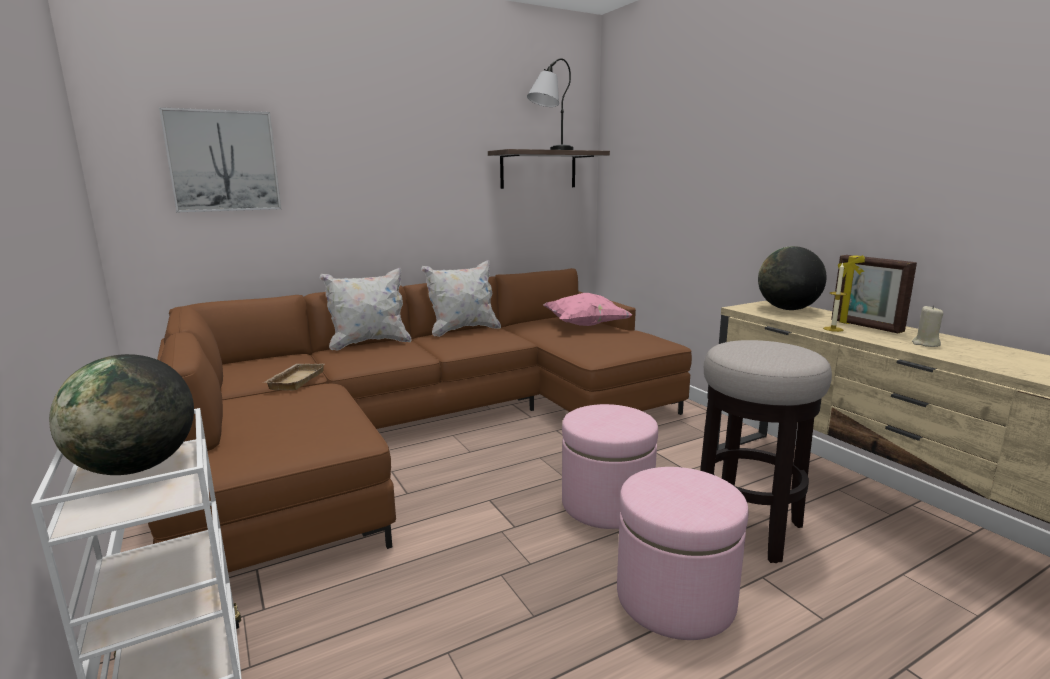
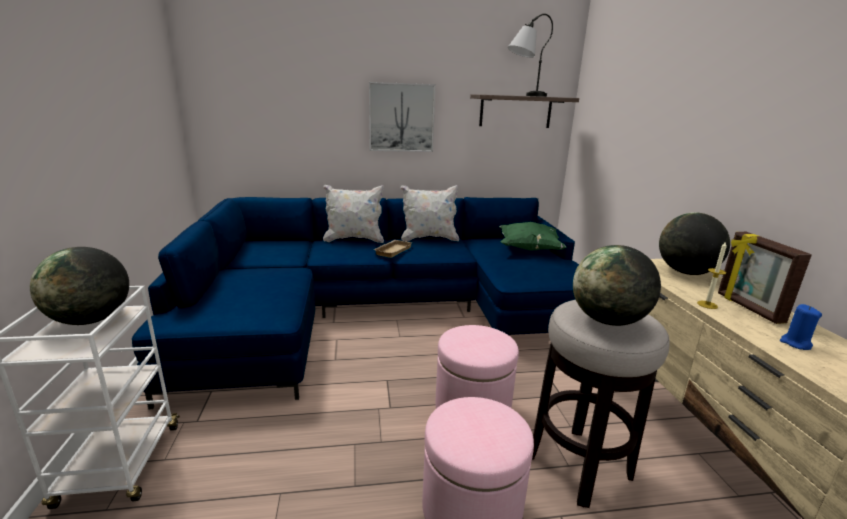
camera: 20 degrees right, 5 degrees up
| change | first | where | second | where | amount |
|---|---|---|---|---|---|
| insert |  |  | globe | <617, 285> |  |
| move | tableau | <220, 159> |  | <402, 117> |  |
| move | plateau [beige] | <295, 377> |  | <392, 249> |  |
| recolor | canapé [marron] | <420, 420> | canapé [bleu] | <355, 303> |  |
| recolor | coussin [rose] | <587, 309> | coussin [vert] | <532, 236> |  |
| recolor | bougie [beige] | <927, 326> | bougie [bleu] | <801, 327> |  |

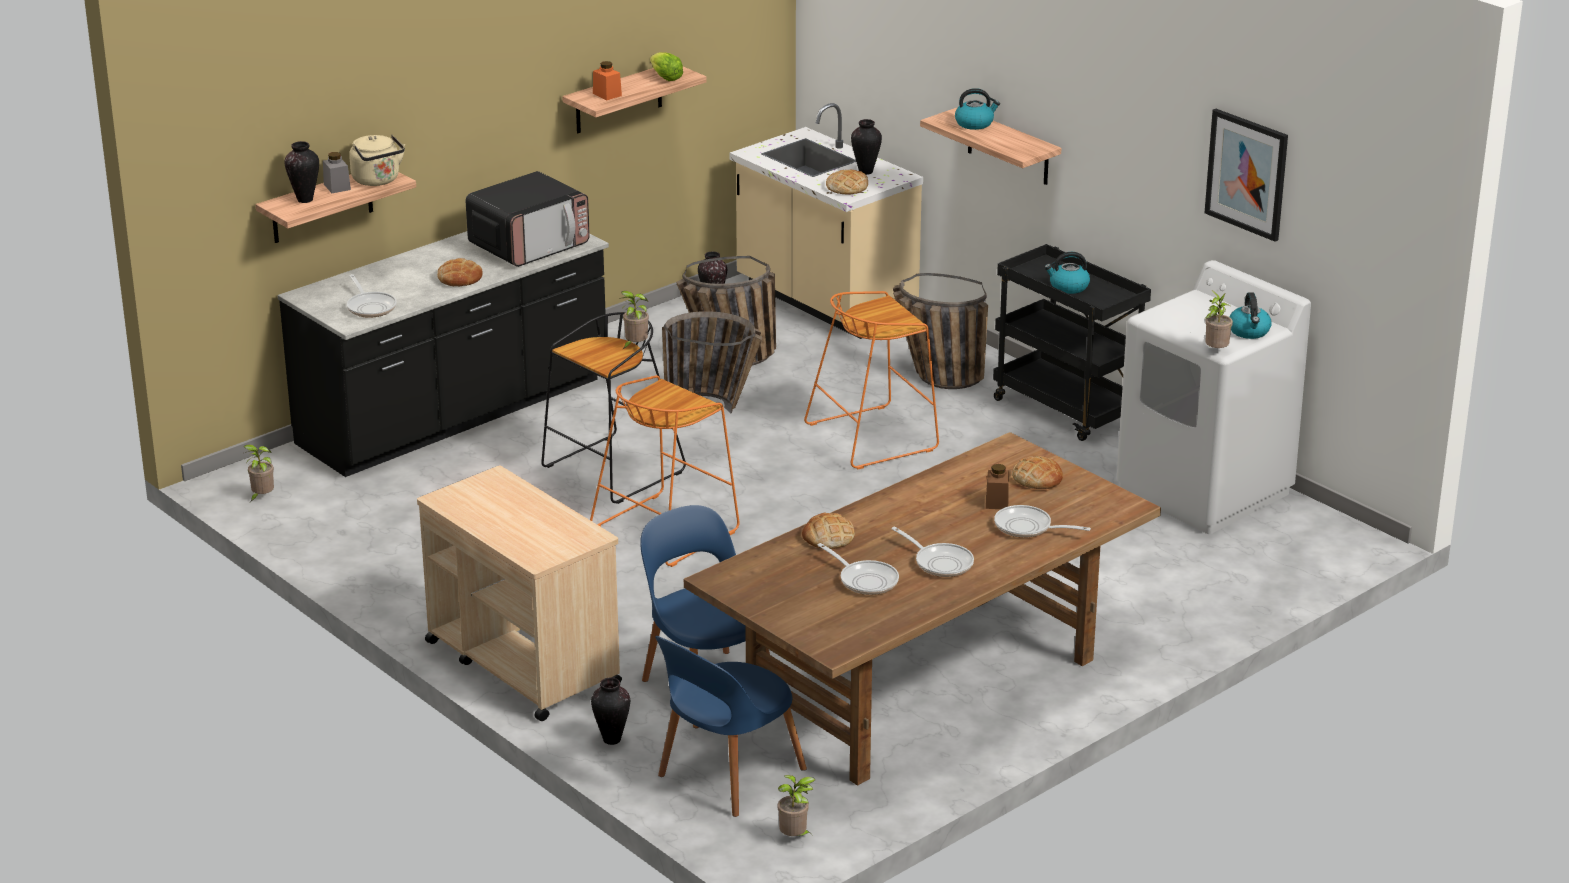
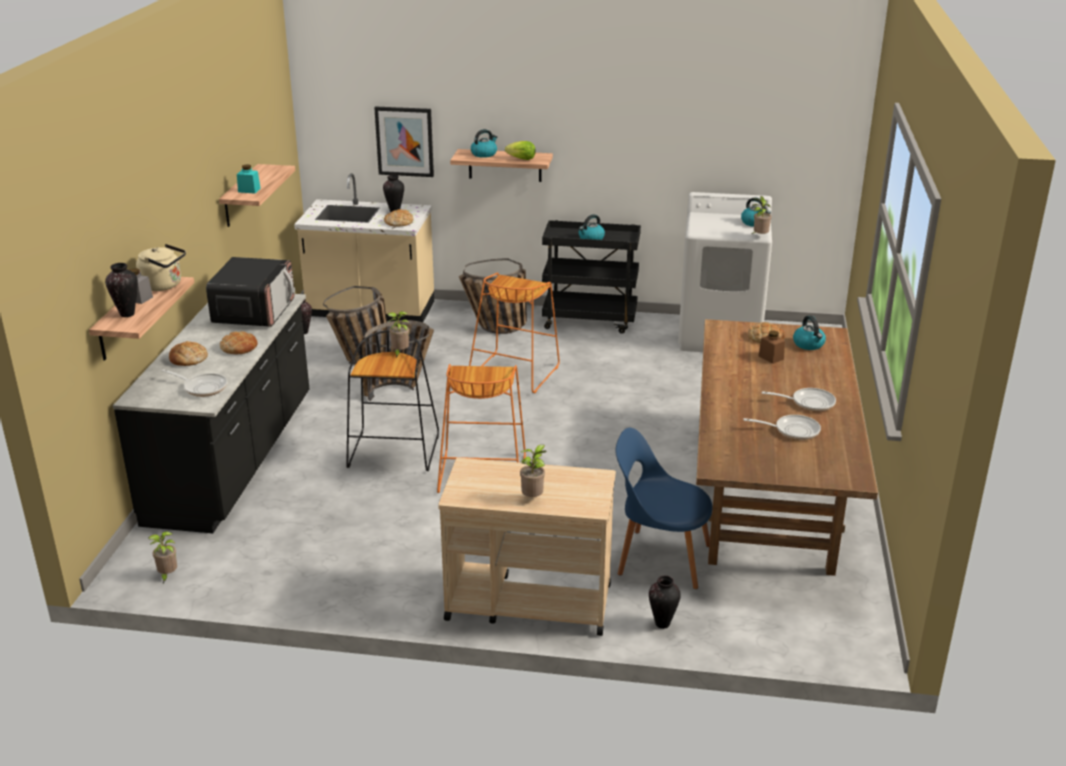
camera: 40 degrees left, 0 degrees up
| change | first | where | second | where | amount |
|---|---|---|---|---|---|
| delete | chaise [bleu] | <731, 726> |  |  |  |
| delete | poêle | <1042, 521> |  |  |  |
| insert |  |  | bouilloire | <809, 332> |  |
| move | laitue | <666, 66> |  | <520, 150> |  |
| move | plante en pot | <796, 805> |  | <533, 470> |  |
| move | pain | <828, 531> |  | <188, 353> |  |
| move | tableau | <1246, 175> |  | <404, 141> |  |
| recolor | bocal [orange] | <607, 80> | bocal [turquoise] | <249, 179> |  |

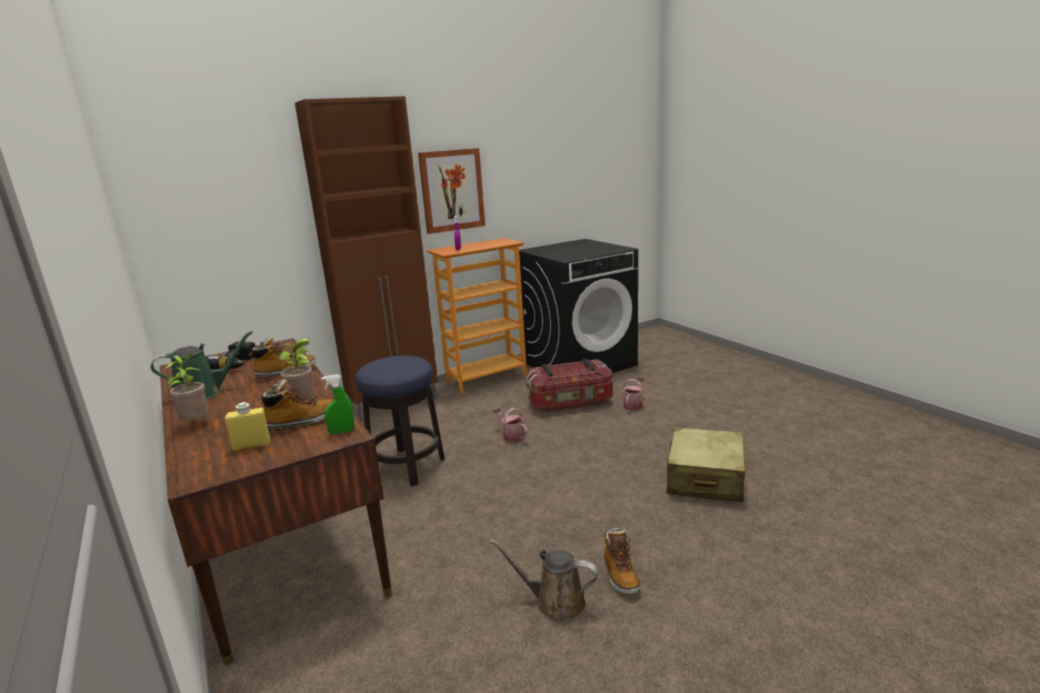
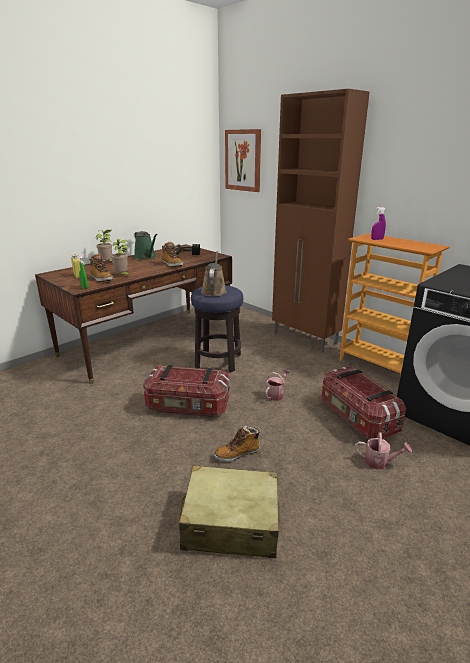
camera: 75 degrees right, 5 degrees up
| change | first | where | second | where | amount |
|---|---|---|---|---|---|
| insert |  |  | boîte de rangement | <186, 391> |  |
| move | tableau | <451, 191> |  | <243, 160> |  |
| move | arrosoir [marron] | <544, 580> |  | <214, 274> |  |
| move | botte | <622, 561> |  | <237, 444> |  |

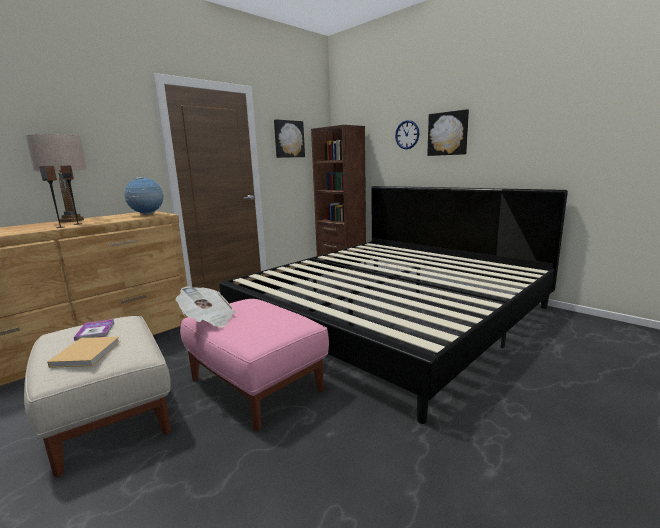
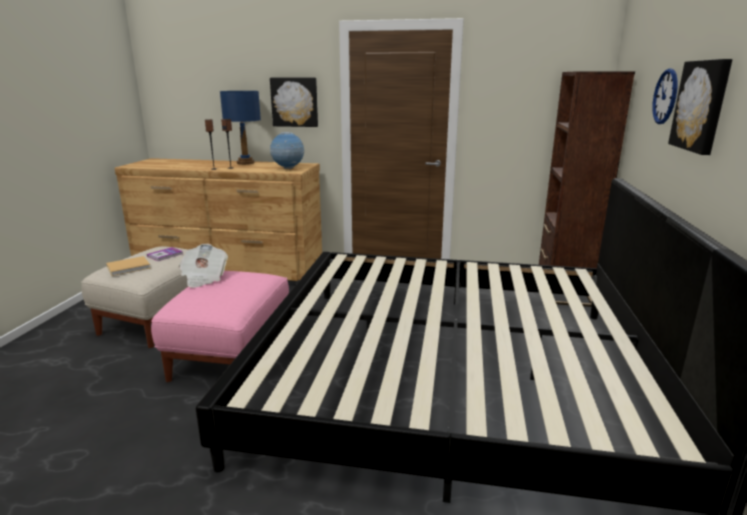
camera: 55 degrees right, 5 degrees up
| change | first | where | second | where | amount |
|---|---|---|---|---|---|
| move | tableau | <289, 138> |  | <294, 102> |  |
| recolor | lampe de table [beige] | <56, 178> | lampe de table [bleu] | <240, 128> |  |

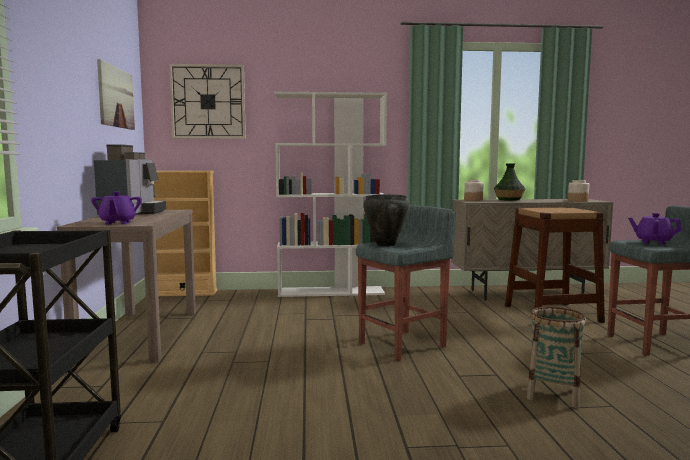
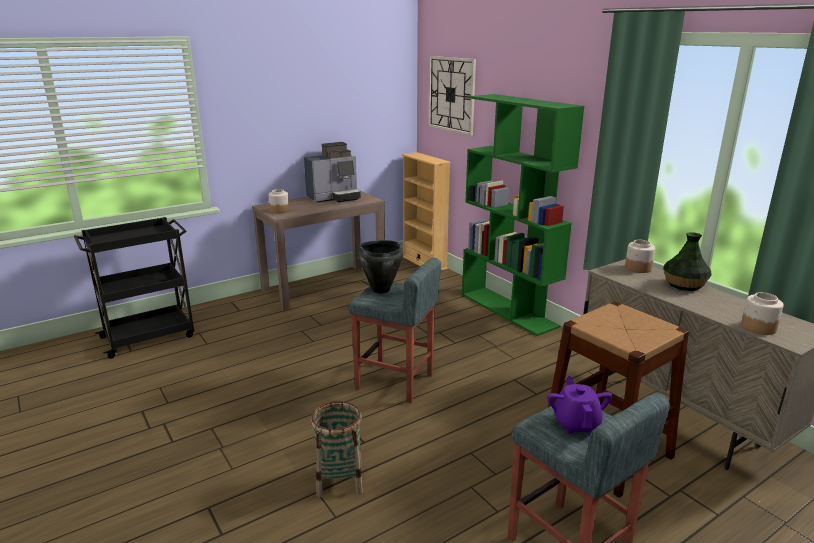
camera: 60 degrees right, 15 degrees up
| change | first | where | second | where | amount |
|---|---|---|---|---|---|
| delete | tableau | <116, 94> |  |  |  |
| replace | théière [violet] | <116, 208> | bocal | <279, 201> |  |
| recolor | bibliothèque [blanc] | <330, 194> | bibliothèque [vert] | <523, 215> |  |

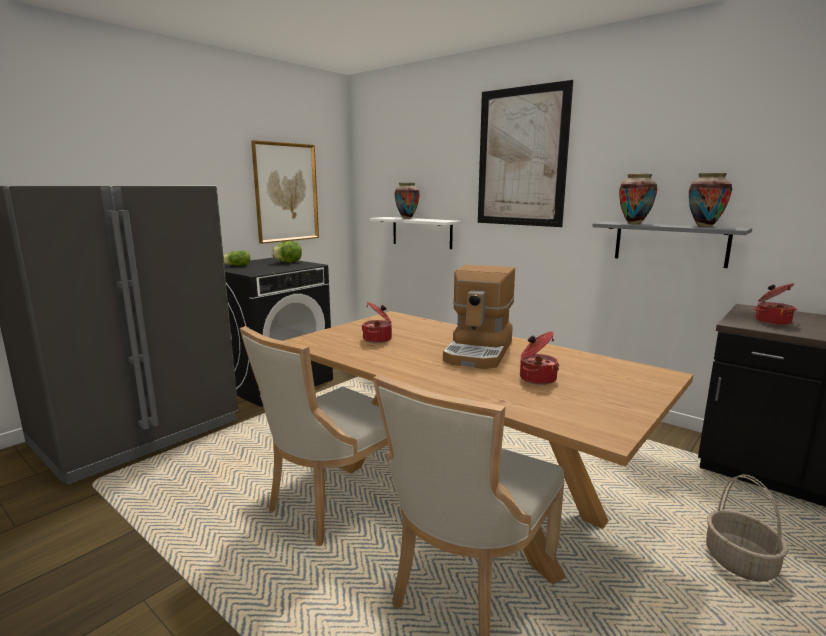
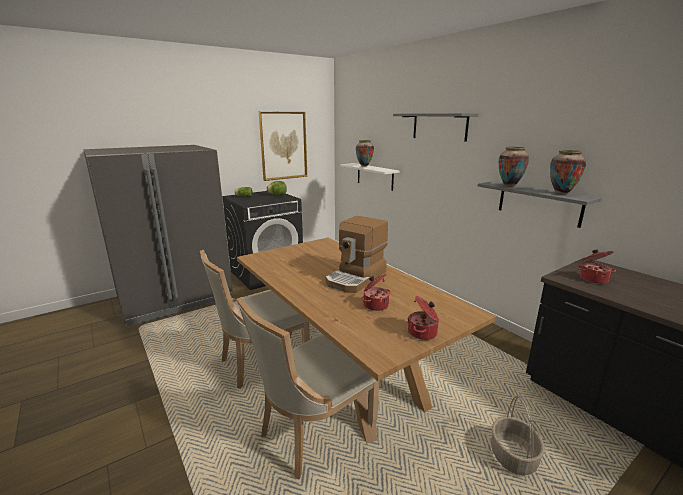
camera: 15 degrees right, 5 degrees up
| change | first | where | second | where | amount |
|---|---|---|---|---|---|
| move | marmite | <377, 322> |  | <423, 318> |  |
| replace | tableau | <525, 153> | étagère [gris] | <435, 127> |  |

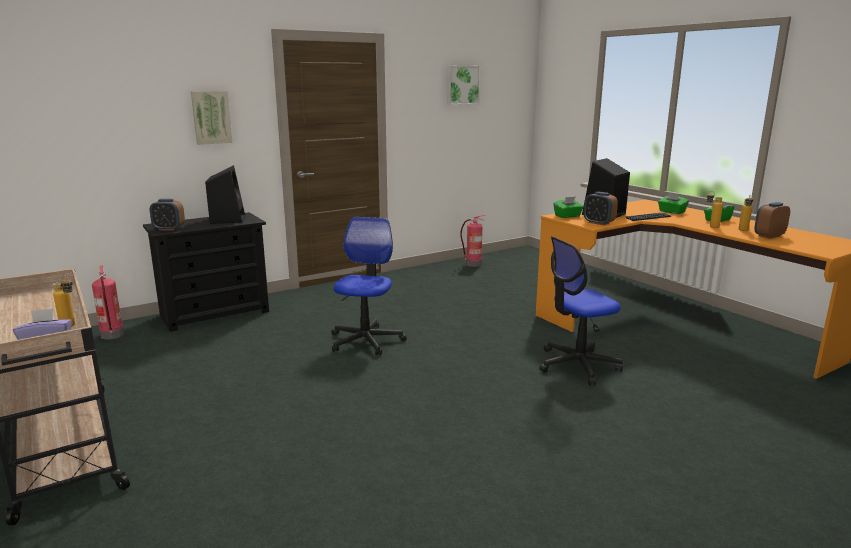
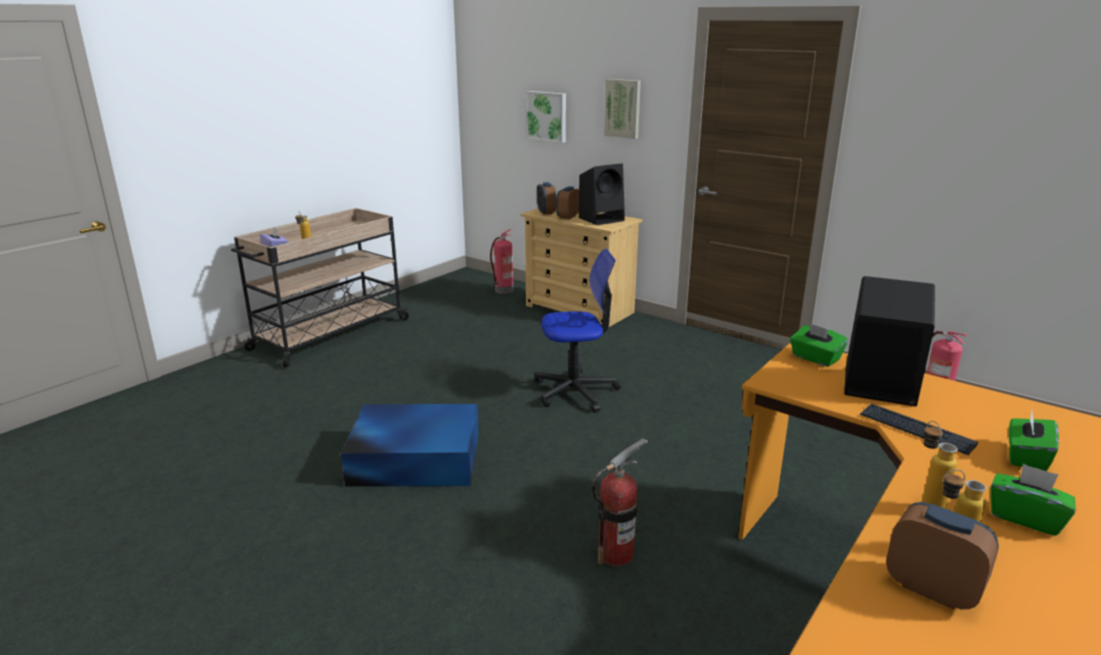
camera: 70 degrees right, 5 degrees up
| change | first | where | second | where | amount |
|---|---|---|---|---|---|
| insert |  |  | boîte de rangement [bleu] | <410, 445> |  |
| move | tableau | <464, 85> |  | <545, 117> |  |
| move | réveil | <601, 208> |  | <567, 203> |  |
| replace | chaise de bureau | <581, 310> | extincteur | <619, 502> |  |
| recolor | commode [noir] | <206, 272> | commode [beige] | <581, 268> |  |

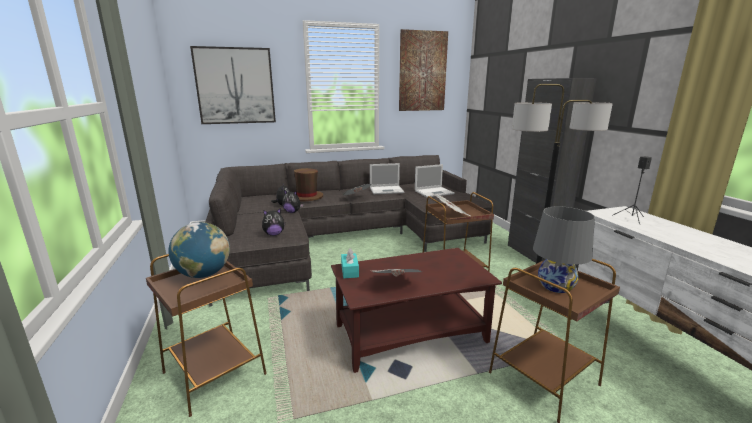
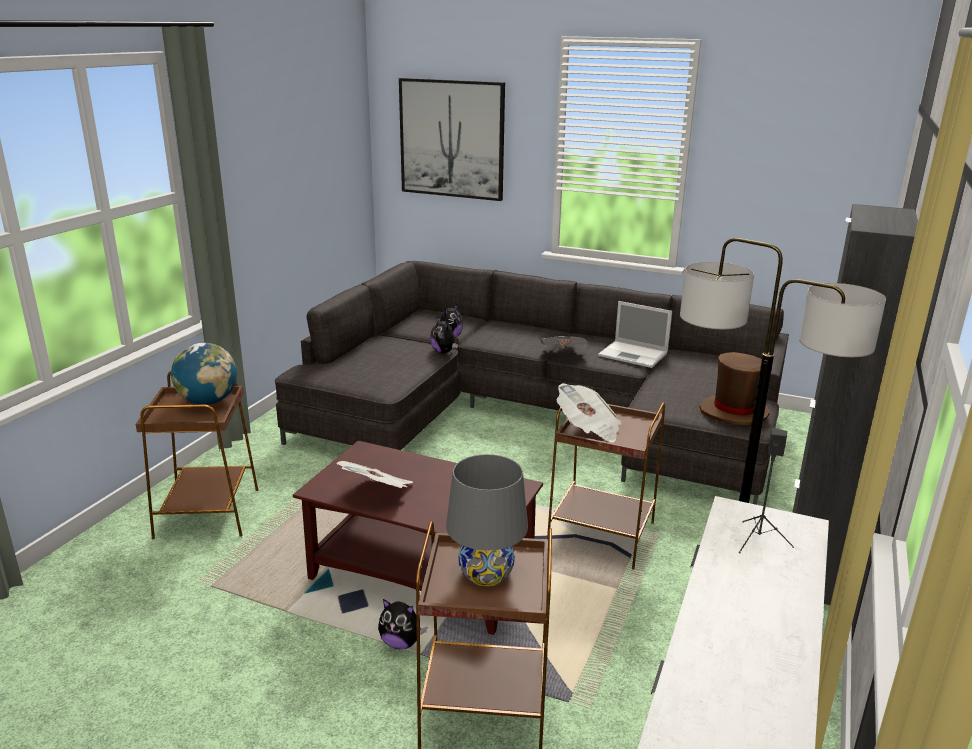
camera: 40 degrees right, 5 degrees up
| change | first | where | second | where | amount |
|---|---|---|---|---|---|
| delete | boîte à mouchoirs [turquoise] | <350, 263> |  |  |  |
| delete | tableau | <423, 70> |  |  |  |
| delete | ordinateur portable | <435, 180> |  |  |  |
| move | peluche | <273, 222> |  | <402, 624> |  |
| move | chapeau [marron] | <308, 185> |  | <734, 388> |  |

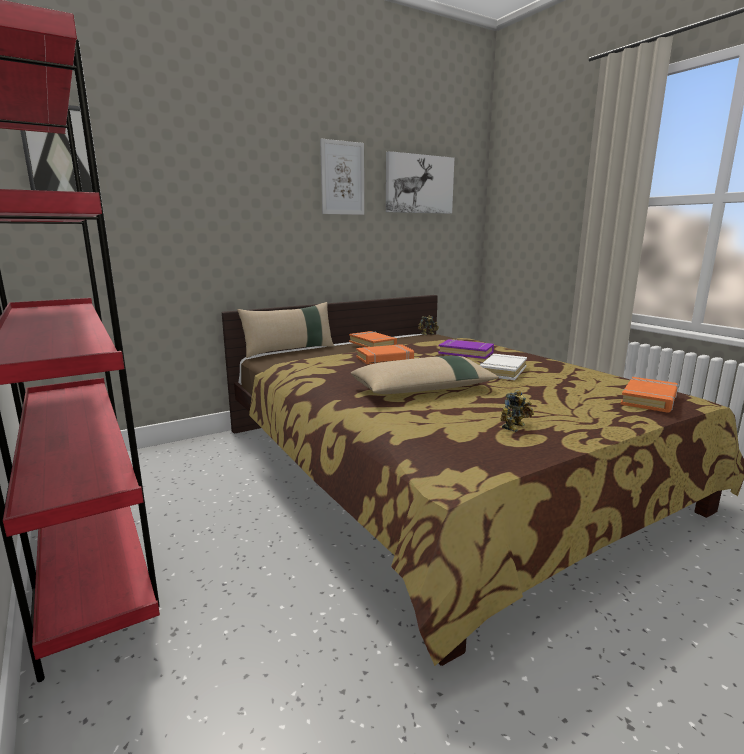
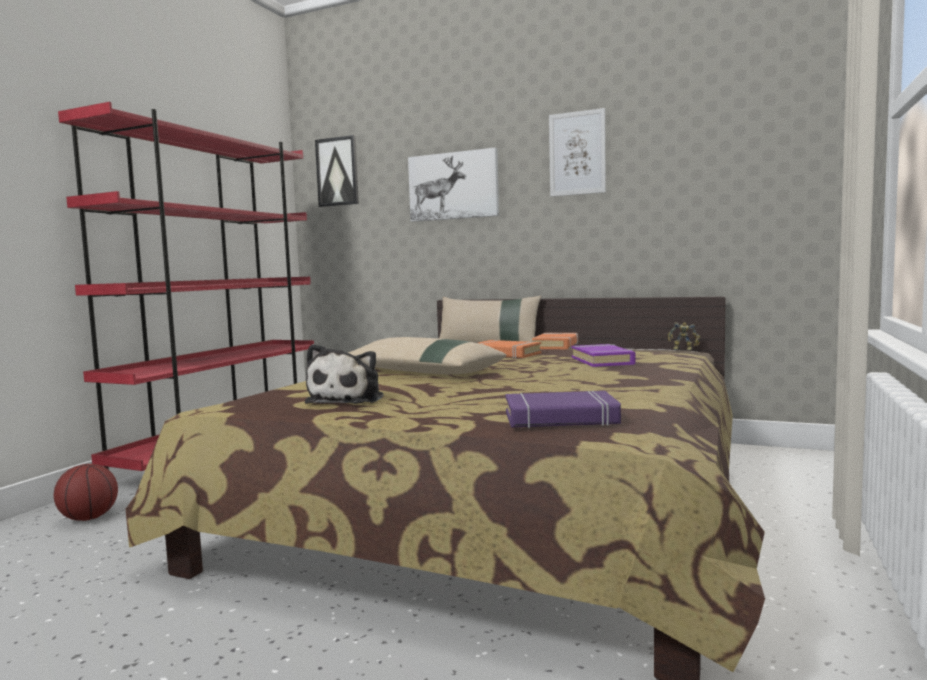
camera: 55 degrees right, 10 degrees down
| change | first | where | second | where | amount |
|---|---|---|---|---|---|
| delete | livre [blanc] | <503, 367> |  |  |  |
| insert |  |  | ballon de basket | <86, 492> |  |
| move | tableau | <420, 182> |  | <453, 185> |  |
| replace | robot jouet | <517, 411> | peluche | <344, 374> |  |
| recolor | livre [orange] | <649, 395> | livre [violet] | <563, 409> |  |

